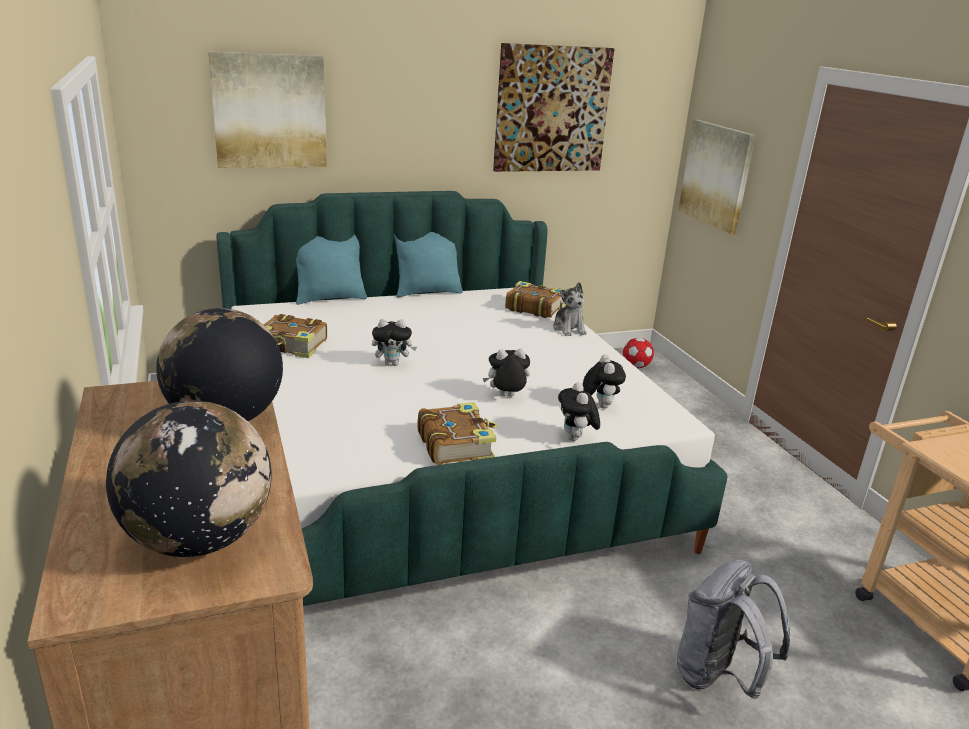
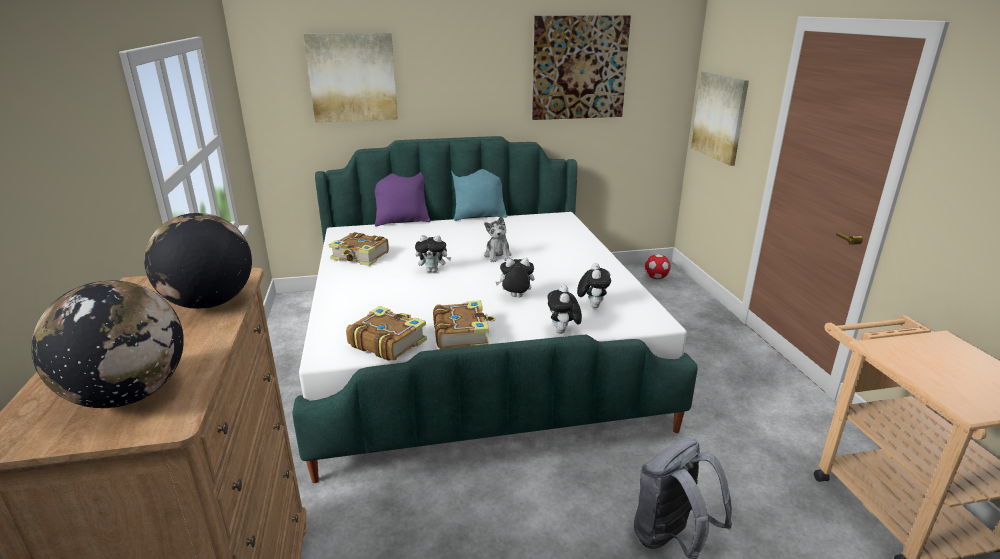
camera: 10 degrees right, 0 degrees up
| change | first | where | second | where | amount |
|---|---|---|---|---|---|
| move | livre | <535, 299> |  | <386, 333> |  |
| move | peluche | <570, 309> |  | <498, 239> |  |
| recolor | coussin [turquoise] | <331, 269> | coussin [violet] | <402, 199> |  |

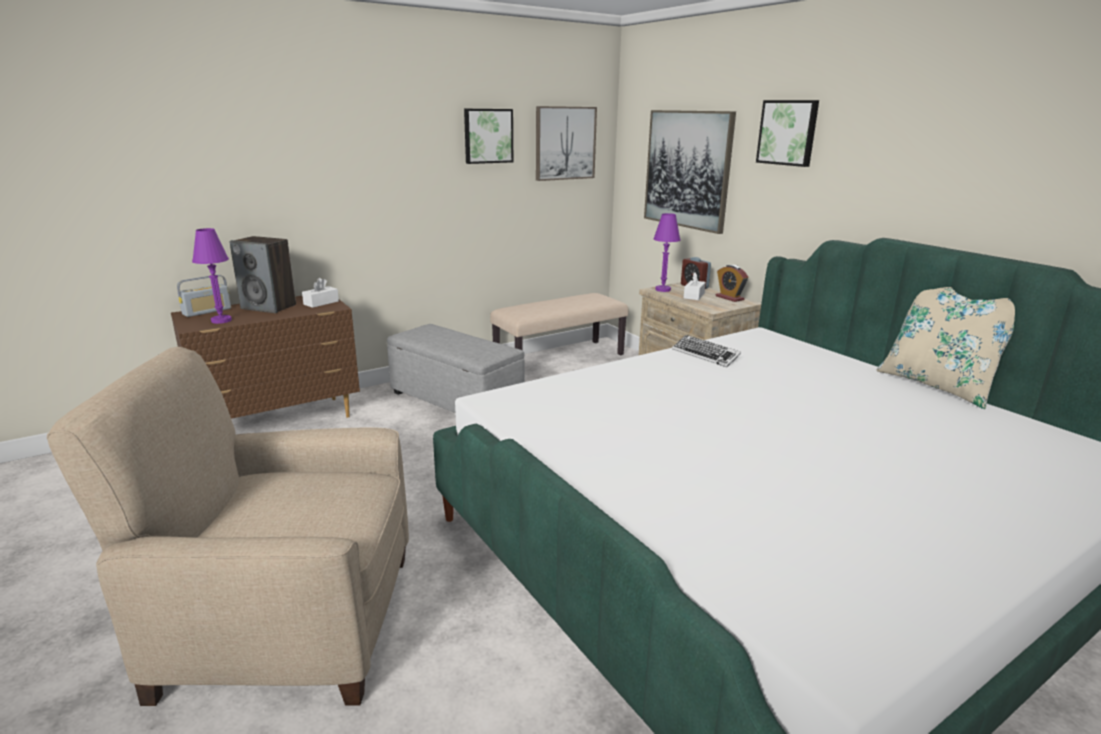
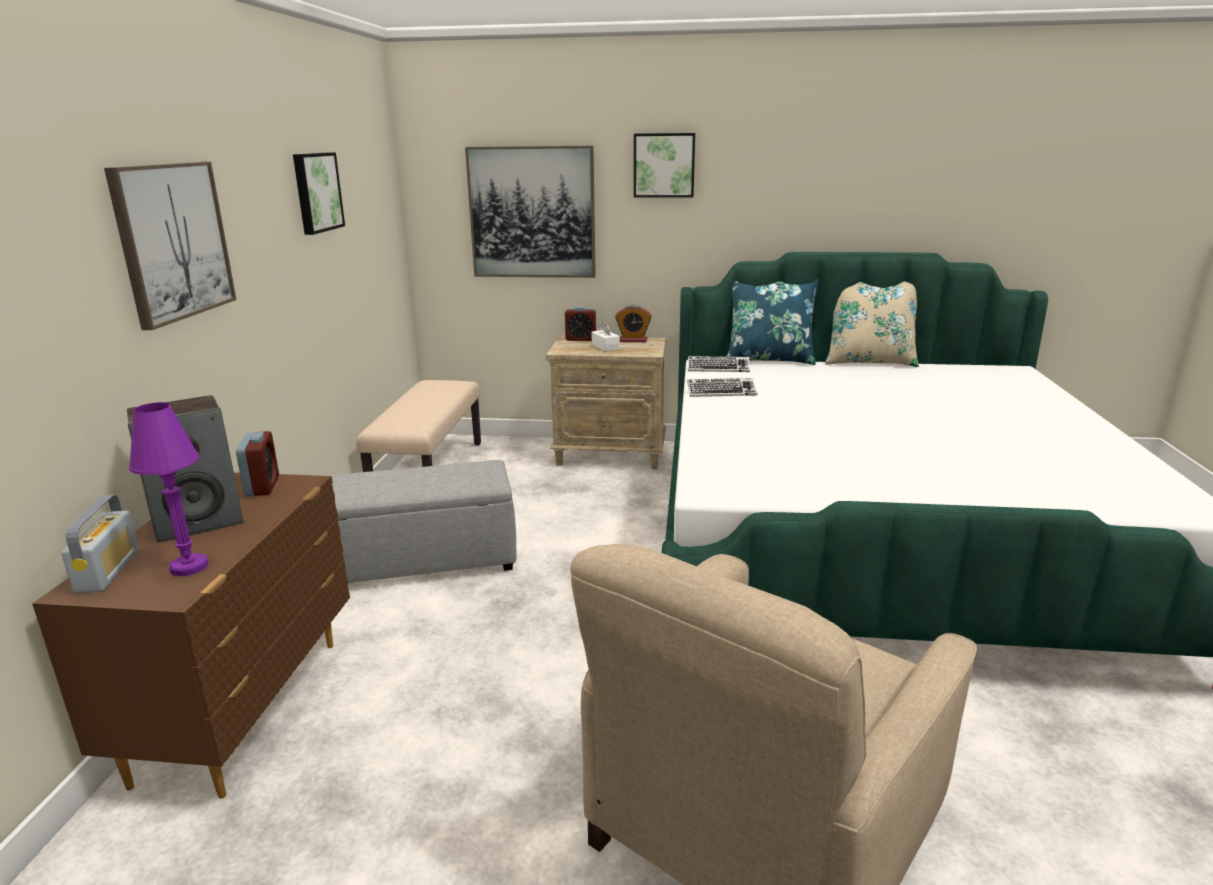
camera: 50 degrees left, 0 degrees up
| change | first | where | second | where | amount |
|---|---|---|---|---|---|
| delete | lampe de table [violet] | <667, 252> |  |  |  |
| insert |  |  | clavier | <719, 364> |  |
| insert |  |  | coussin [bleu] | <773, 322> |  |
| move | tableau | <566, 143> |  | <170, 246> |  |
| replace | boîte à mouchoirs [blanc] | <320, 293> | réveil | <257, 464> |  |

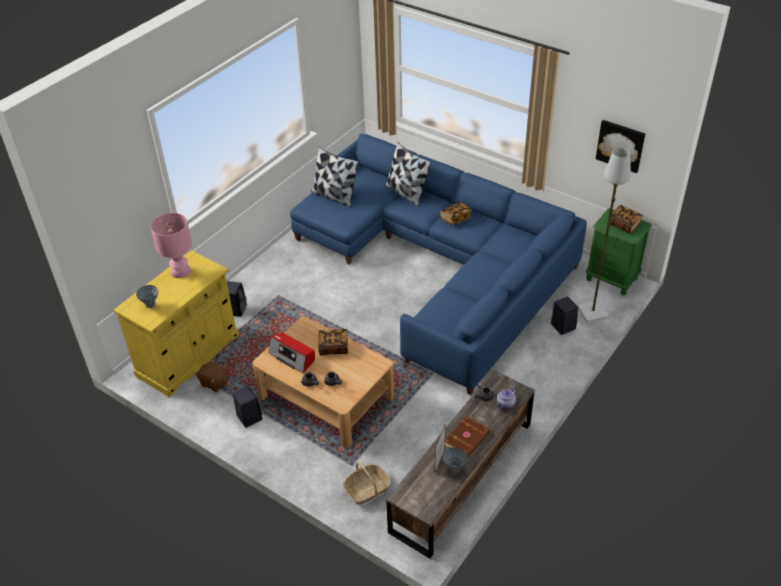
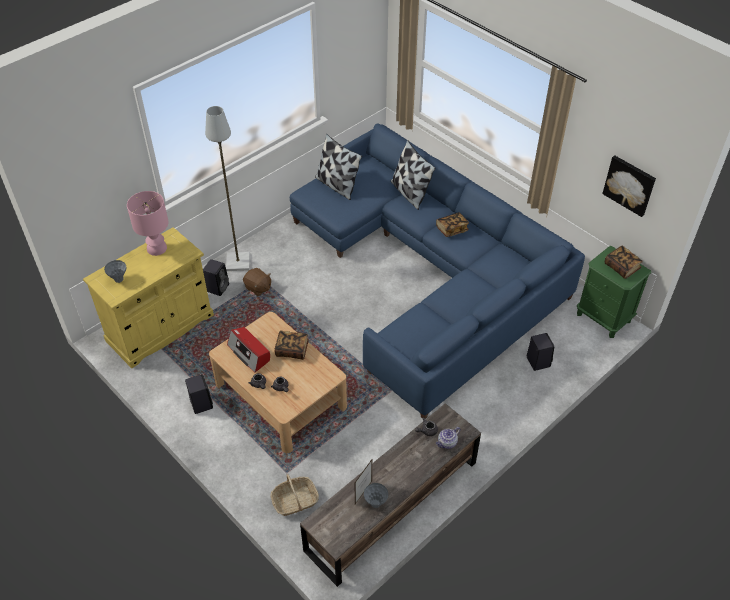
camera: 10 degrees right, 5 degrees up
| change | first | where | second | where | amount |
|---|---|---|---|---|---|
| delete | livre [marron] | <468, 436> |  |  |  |
| move | peluche [marron] | <213, 376> |  | <257, 282> |  |
| move | lampadaire [gris] | <604, 235> |  | <227, 188> |  |

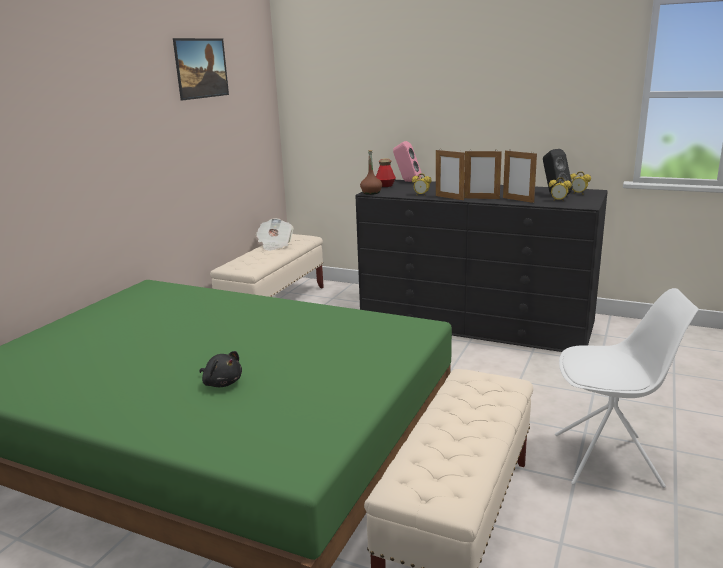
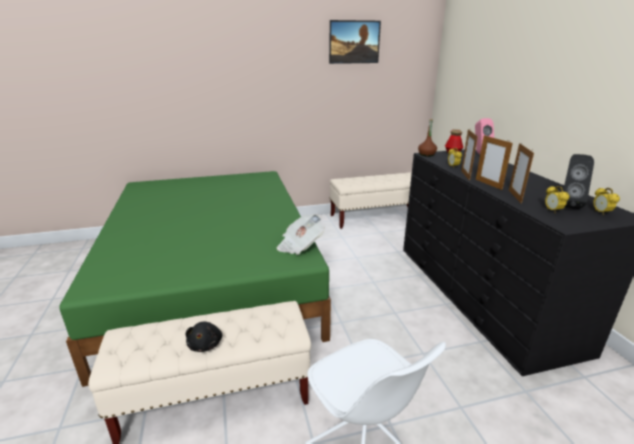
camera: 50 degrees right, 5 degrees up
| change | first | where | second | where | amount |
|---|---|---|---|---|---|
| move | peluche [noir] | <220, 369> |  | <203, 337> |  |
| move | journal | <275, 234> |  | <301, 234> |  |

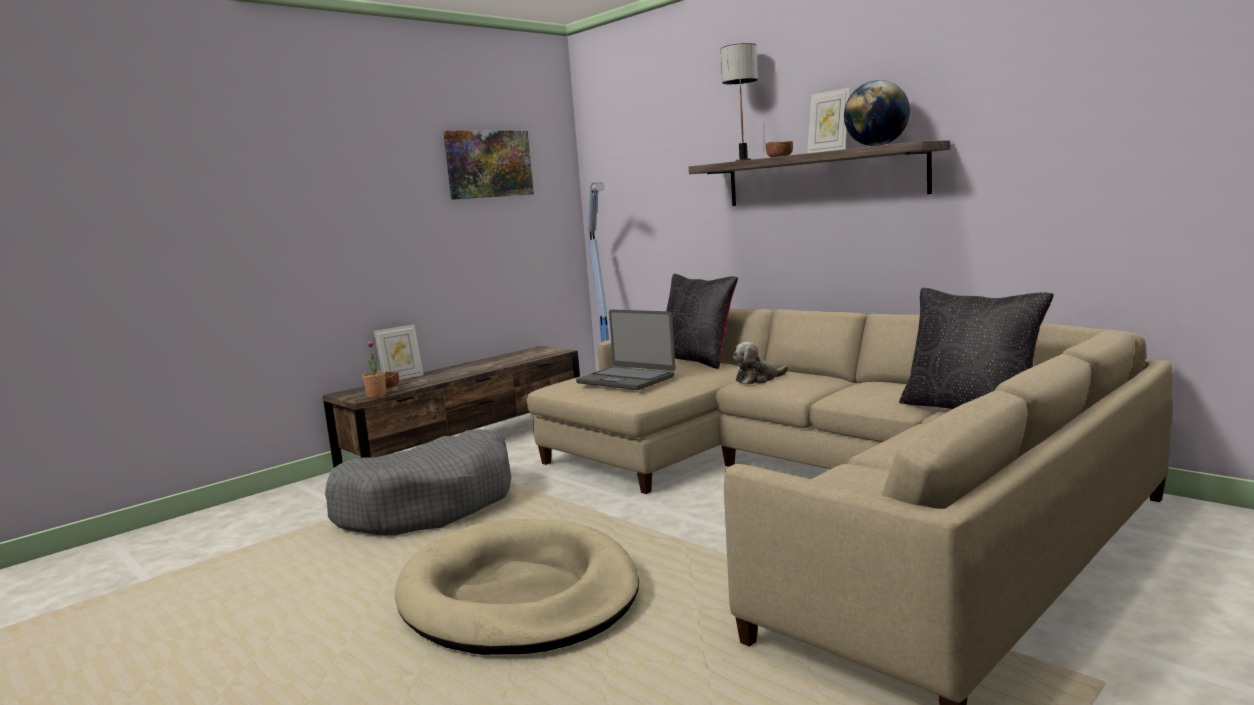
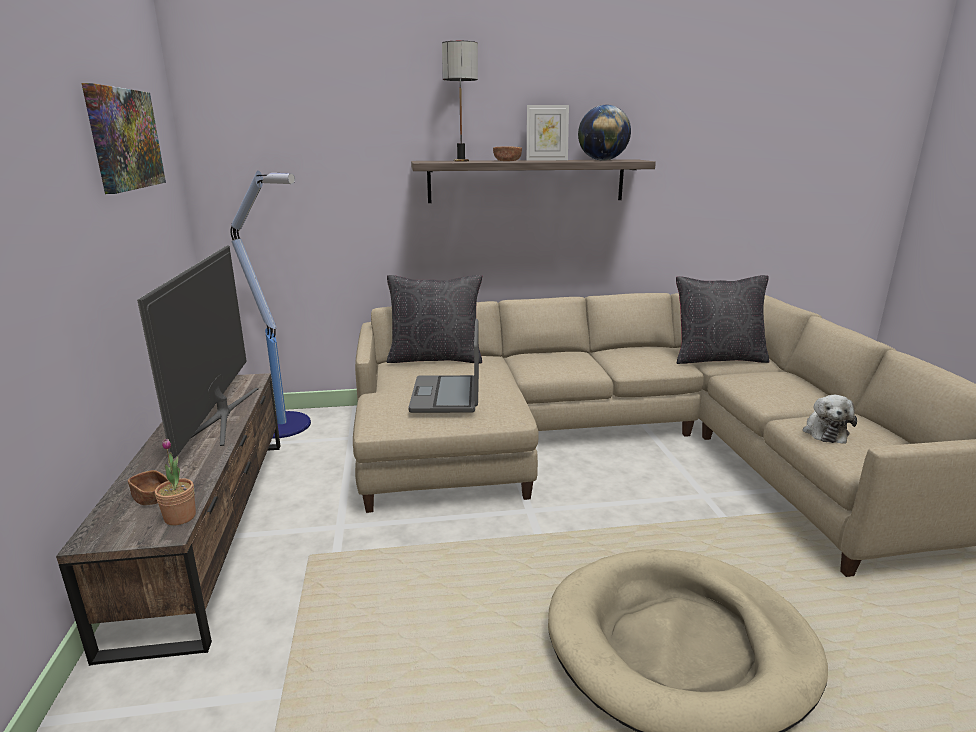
camera: 55 degrees left, 10 degrees up
| change | first | where | second | where | amount |
|---|---|---|---|---|---|
| delete | panier pour chien [gris] | <418, 482> |  |  |  |
| delete | cadre photo | <399, 352> |  |  |  |
| insert |  |  | téléviseur | <198, 352> |  |
| move | peluche | <760, 363> |  | <830, 419> |  |
| rotate | ordinateur portable | <626, 349> |  | <443, 366> | 105 degrees clockwise |

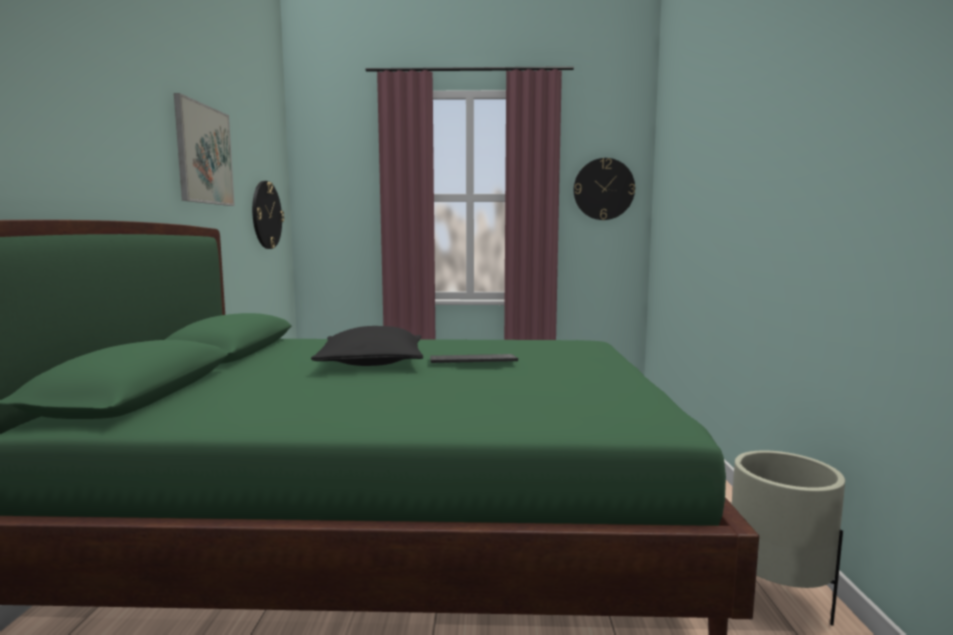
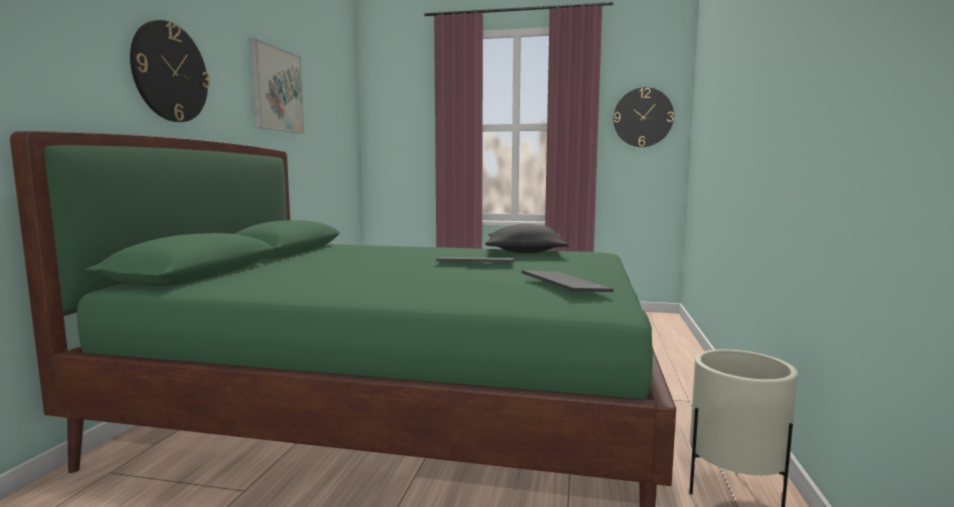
camera: 10 degrees right, 0 degrees up
| change | first | where | second | where | amount |
|---|---|---|---|---|---|
| insert |  |  | clavier | <568, 281> |  |
| move | horloge murale | <268, 215> |  | <170, 71> |  |
| move | coussin [noir] | <367, 346> |  | <527, 238> |  |

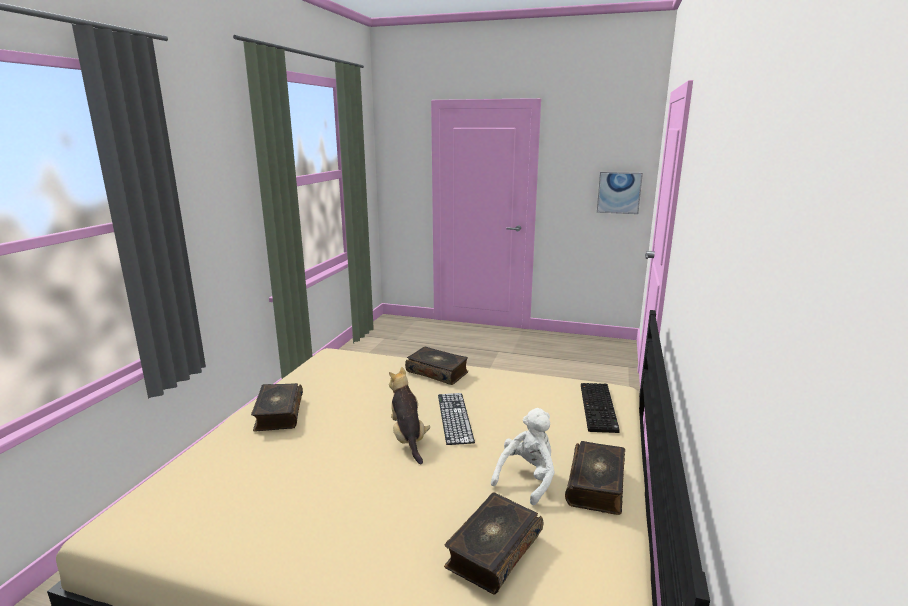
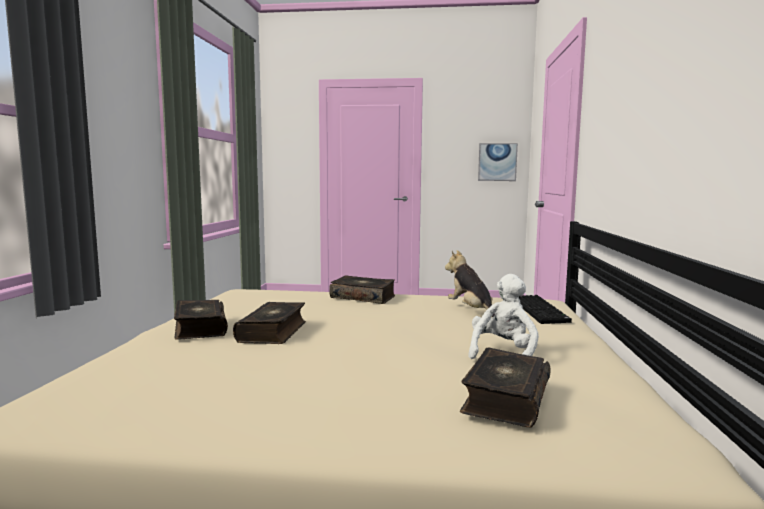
camera: 10 degrees left, 10 degrees down
| change | first | where | second | where | amount |
|---|---|---|---|---|---|
| delete | clavier | <456, 419> |  |  |  |
| move | peluche | <409, 415> |  | <470, 283> |  |
| move | livre | <595, 478> |  | <269, 323> |  |

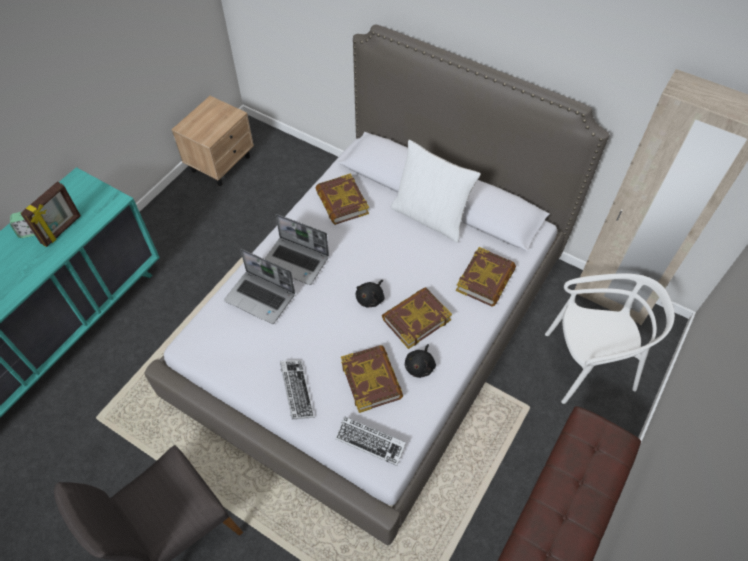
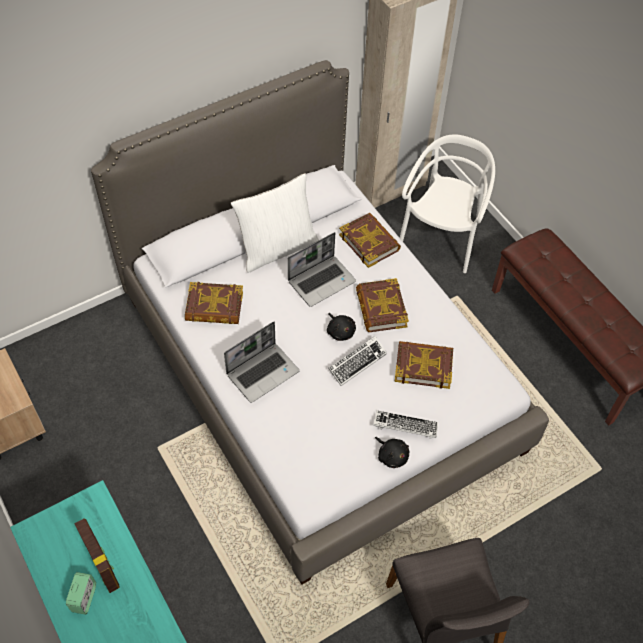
camera: 65 degrees left, 0 degrees up
| change | first | where | second | where | amount |
|---|---|---|---|---|---|
| move | ordinateur portable | <259, 286> |  | <322, 269> |  |
| move | clavier | <370, 441> |  | <357, 361> |  |
| move | peluche [noir] | <420, 361> |  | <392, 452> |  |

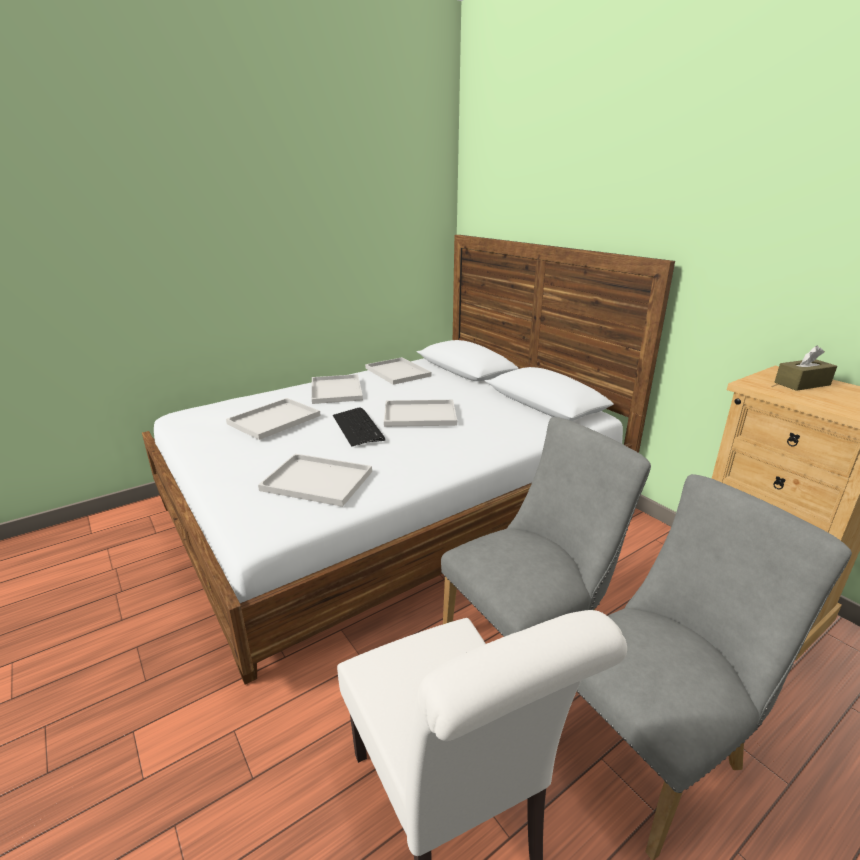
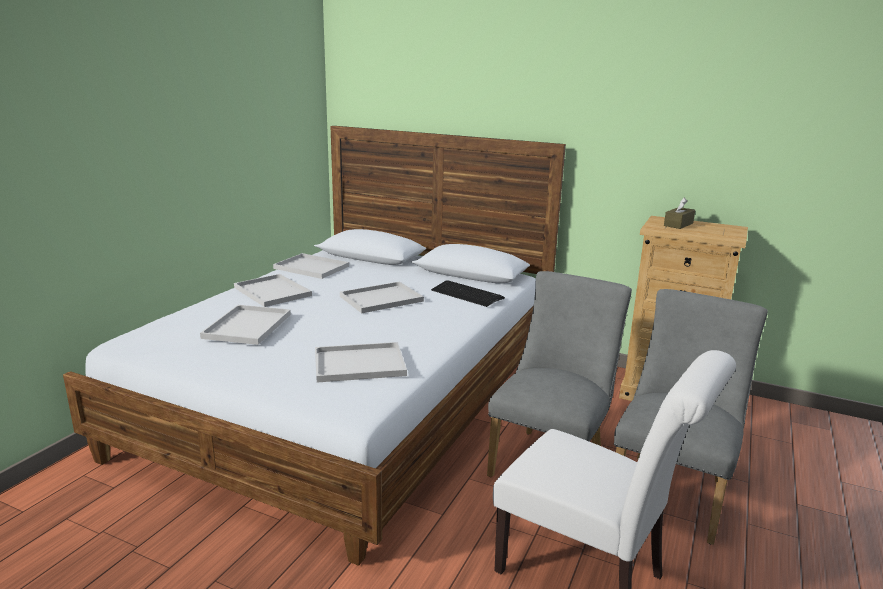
camera: 30 degrees left, 5 degrees down
| change | first | where | second | where | amount |
|---|---|---|---|---|---|
| move | clavier | <359, 427> |  | <468, 293> |  |

